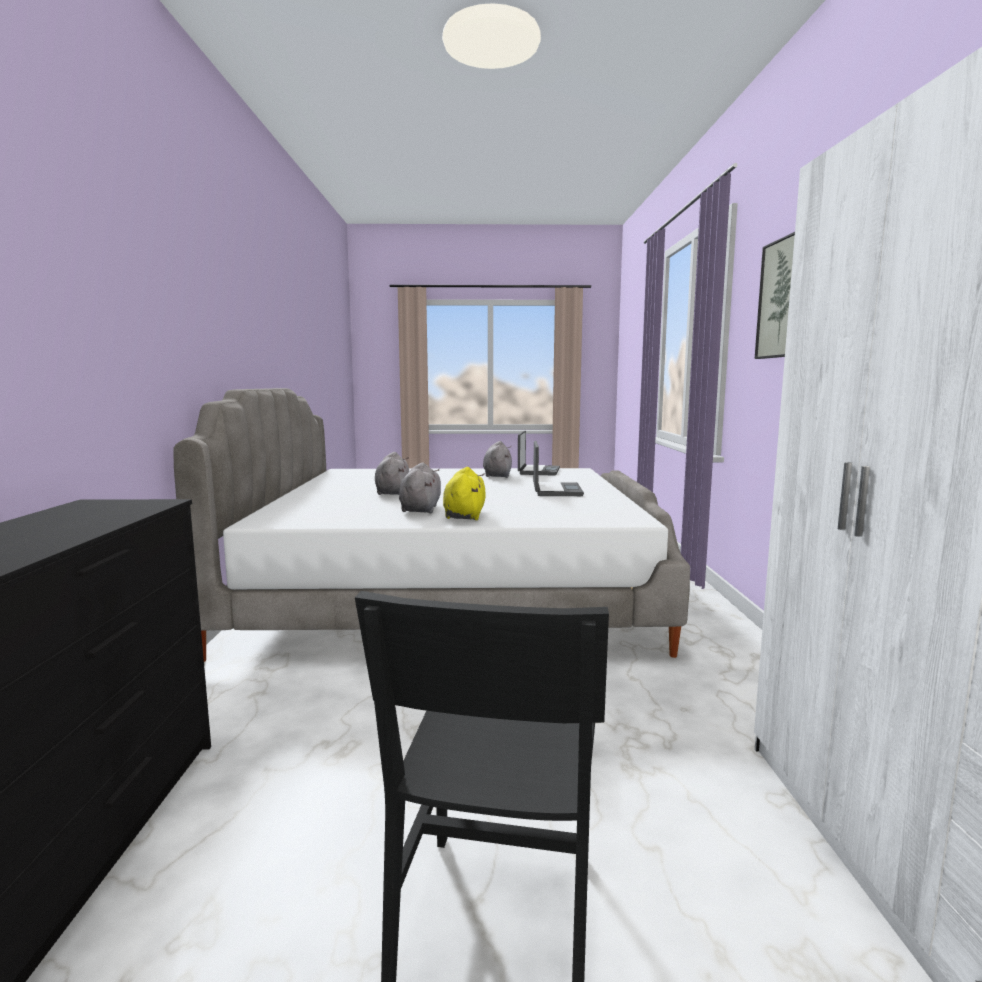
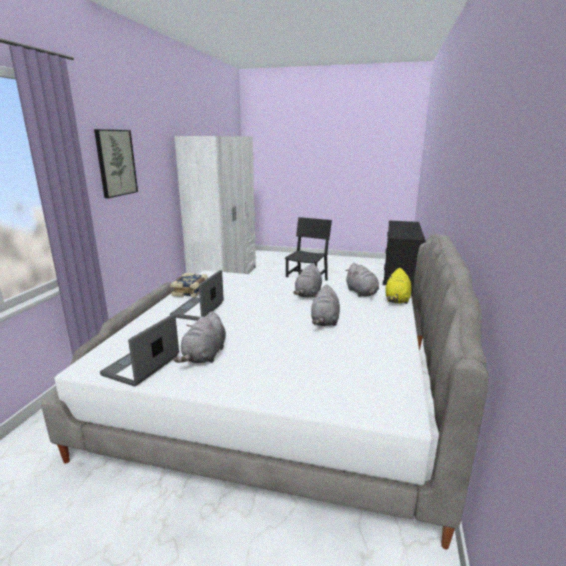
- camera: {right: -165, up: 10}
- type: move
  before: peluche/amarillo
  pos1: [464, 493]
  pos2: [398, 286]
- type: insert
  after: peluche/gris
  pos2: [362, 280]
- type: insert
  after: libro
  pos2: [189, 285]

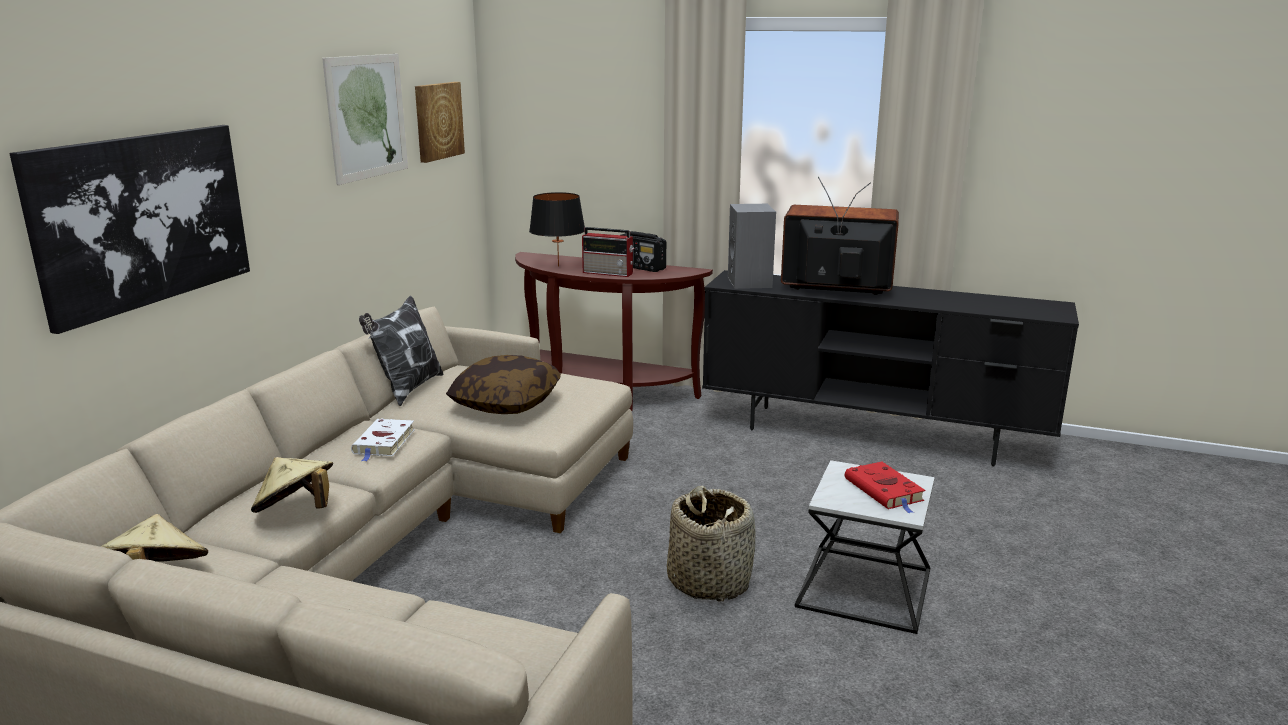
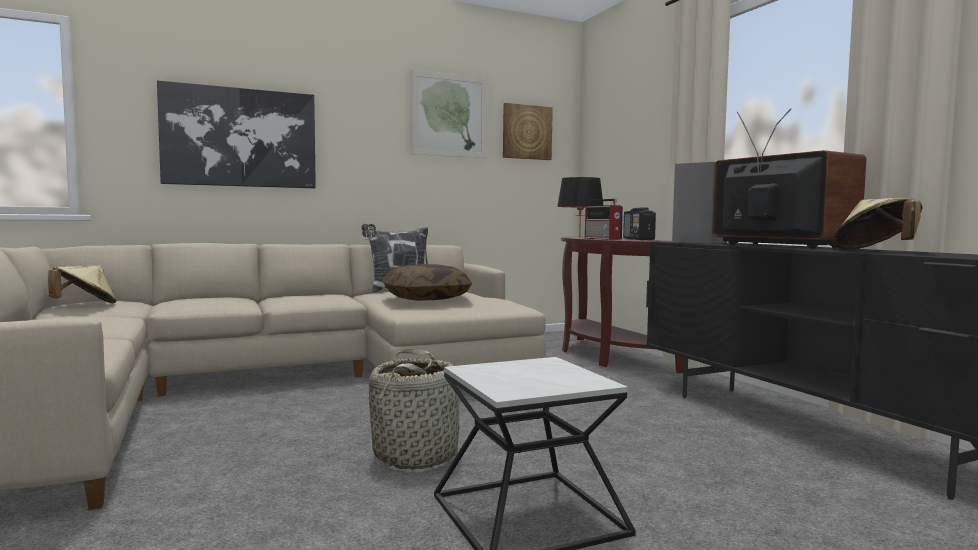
- camera: {right: 45, up: -15}
- type: delete
  before: libro/blanco
  pos1: [383, 440]
- type: move
  before: sombrero/beis
  pos1: [292, 485]
  pos2: [877, 223]
- type: delete
  before: libro/rojo
  pos1: [885, 488]

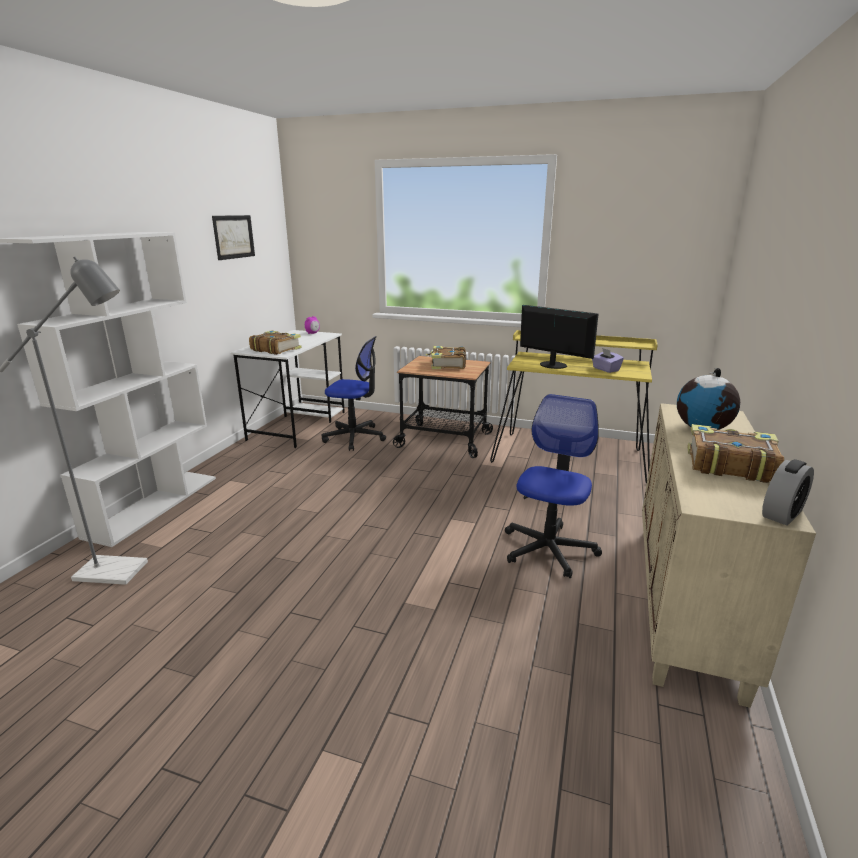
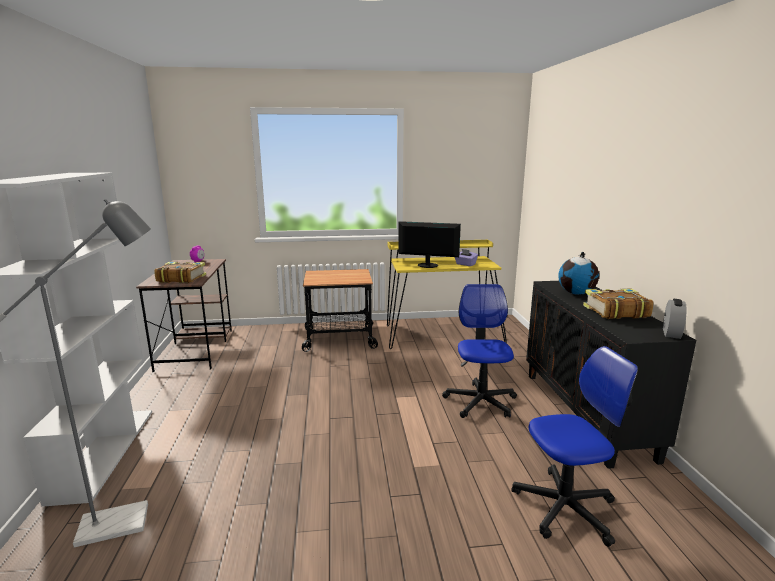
- camera: {right: -25, up: -5}
- type: delete
  before: cuadro
  pos1: [233, 237]
- type: recolor
  before: escritorio/blanco
  after: escritorio/marrón
  pos1: [288, 389]
  pos2: [184, 315]
- type: move
  before: silla de oficina
  pos1: [354, 393]
  pos2: [574, 446]
- type: delete
  before: libro
  pos1: [445, 357]
- type: recolor
  before: armario/beis
  after: armario/negro
  pos1: [729, 555]
  pos2: [611, 375]

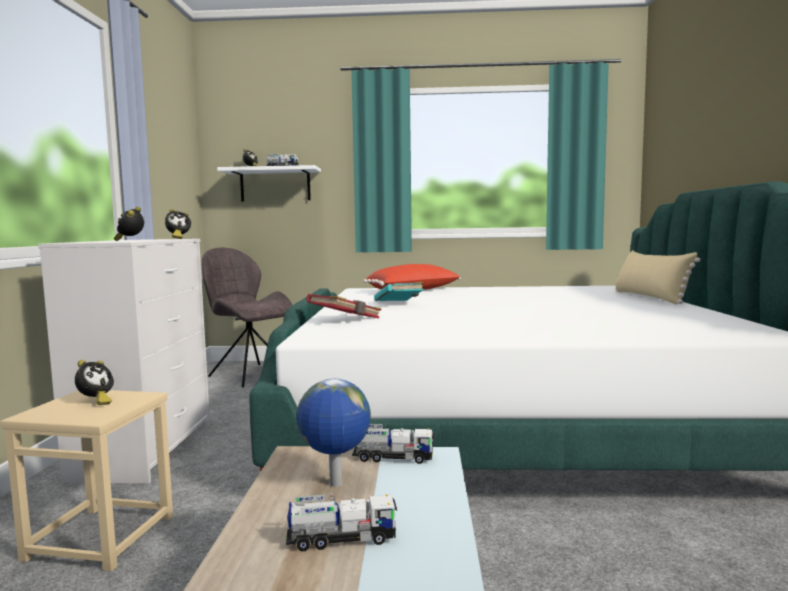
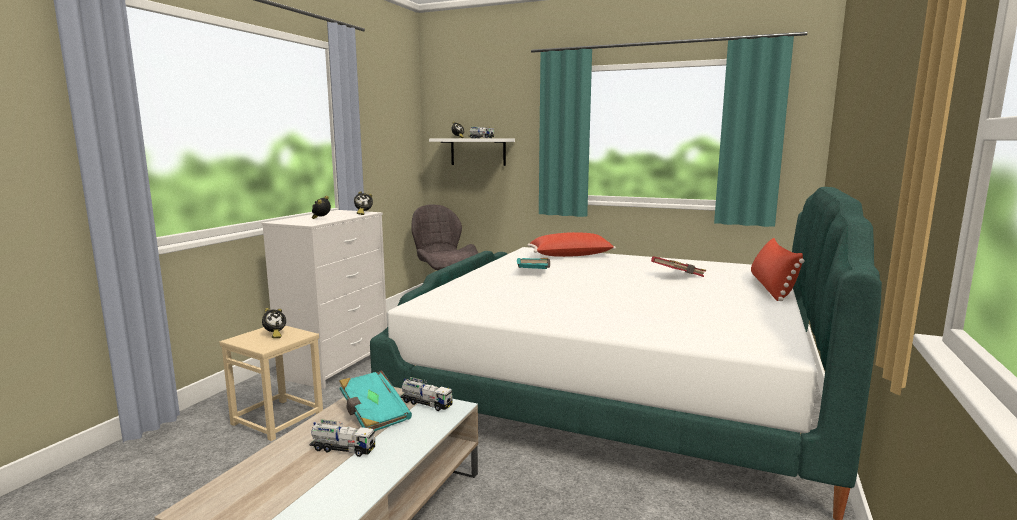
- camera: {right: 20, up: 5}
- type: recolor
  before: cojín/beis
  after: cojín/rojo
  pos1: [657, 277]
  pos2: [778, 269]
- type: move
  before: libro/rojo
  pos1: [344, 306]
  pos2: [678, 266]
- type: replace
  before: globo terráqueo
  after: libro/turquesa
  pos1: [334, 433]
  pos2: [375, 400]

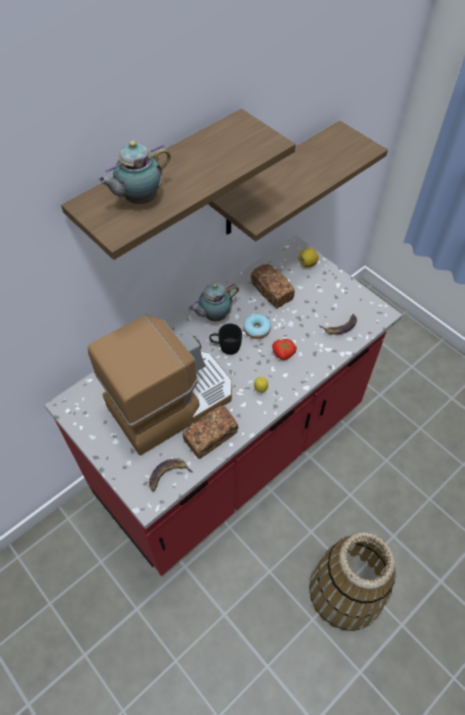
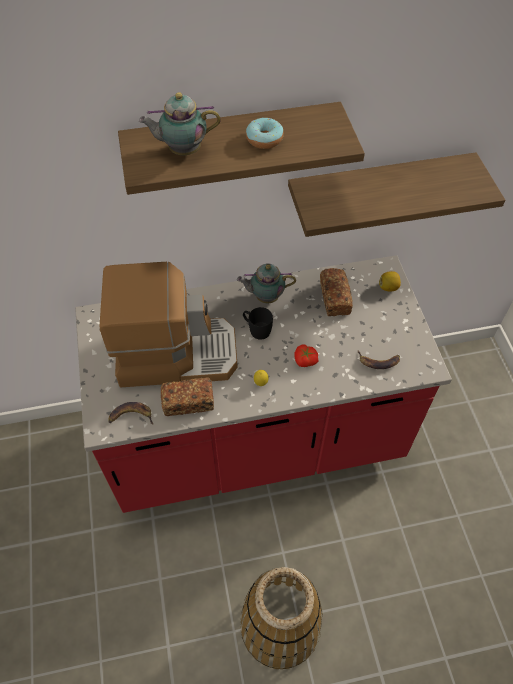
- camera: {right: 30, up: 0}
- type: move
  before: rosquilla
  pos1: [257, 326]
  pos2: [265, 133]

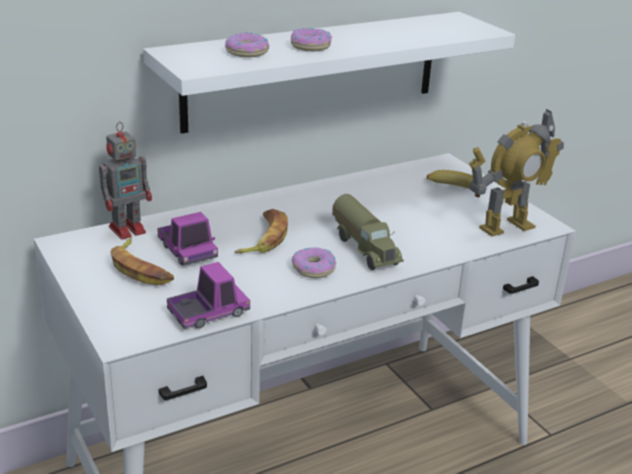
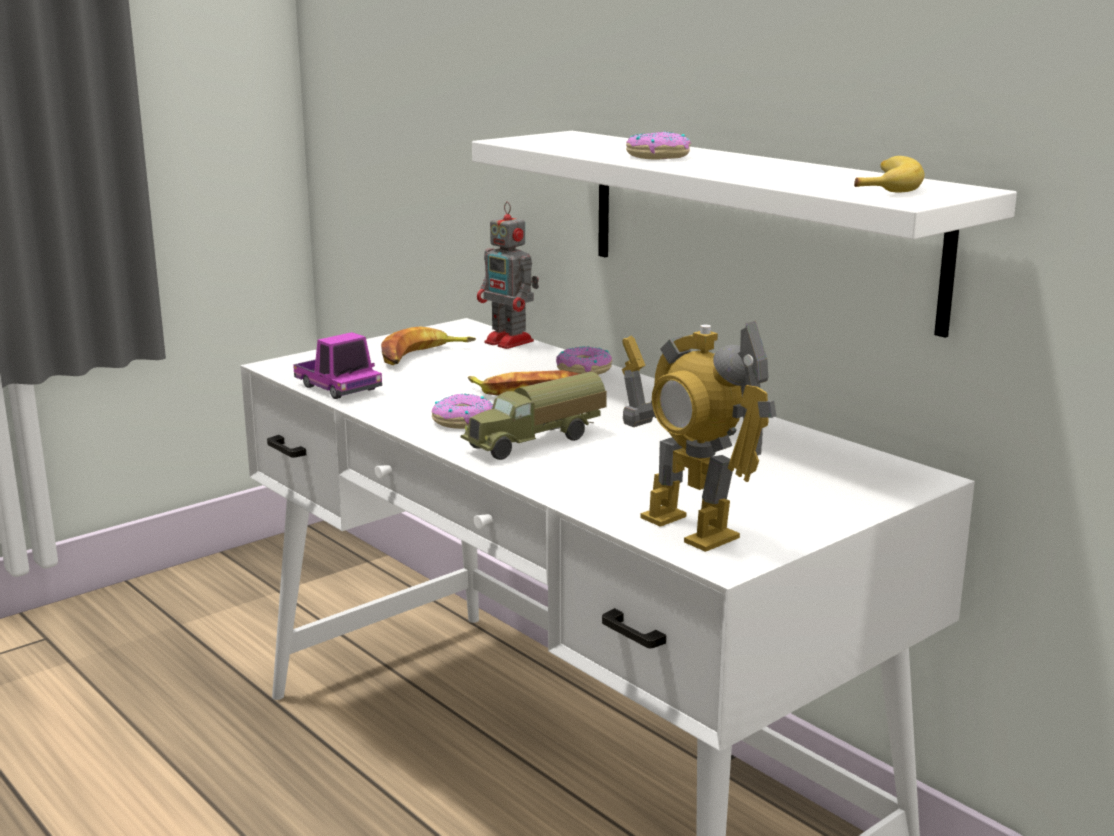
- camera: {right: 80, up: -10}
- type: move
  before: rosquilla
  pos1: [247, 45]
  pos2: [584, 360]
- type: move
  before: plátano
  pos1: [453, 183]
  pos2: [889, 174]
- type: delete
  before: camión de juguete
  pos1: [187, 239]

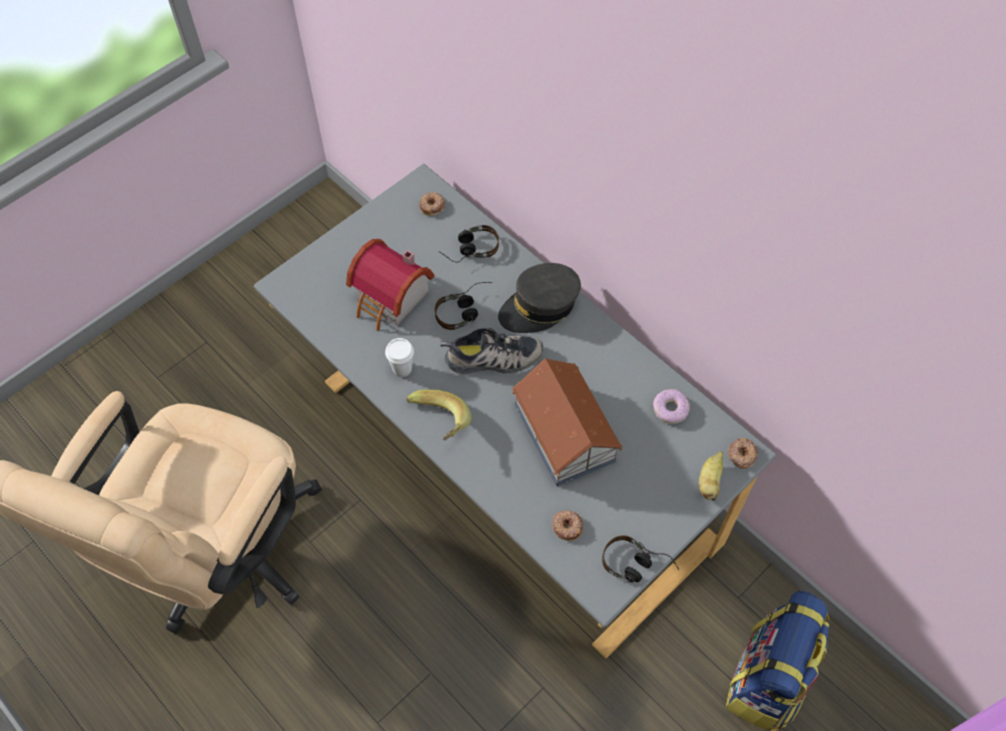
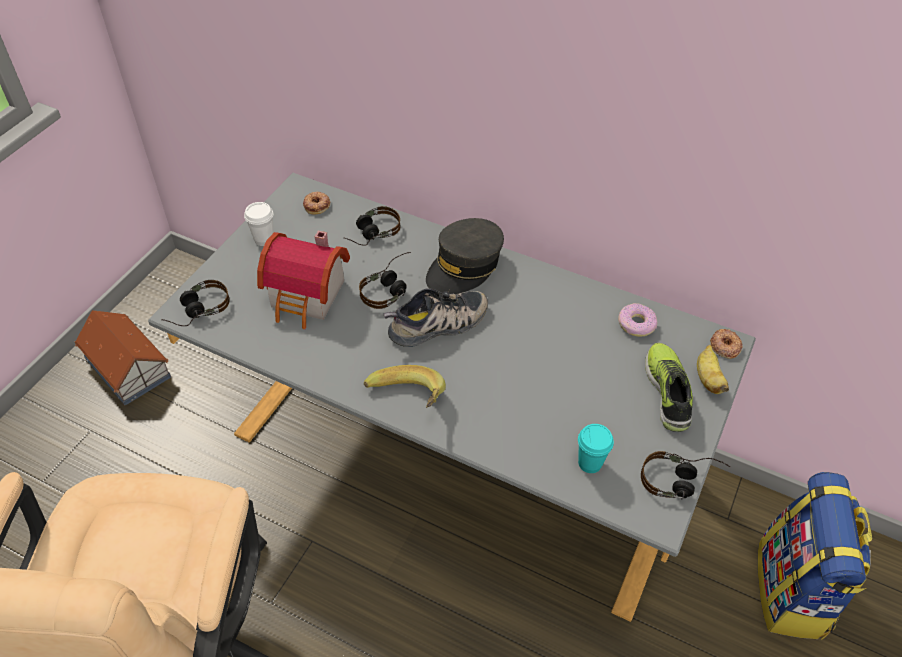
- camera: {right: -20, up: -10}
- type: move
  before: taza/blanco
  pos1: [399, 357]
  pos2: [258, 224]
- type: move
  before: casita
  pos1: [567, 422]
  pos2: [123, 357]
- type: replace
  before: rosquilla
  after: taza/turquesa
  pos1: [567, 525]
  pos2: [596, 448]
- type: insert
  after: auriculares
  pos2: [195, 303]
- type: insert
  after: zapato
  pos2: [669, 387]

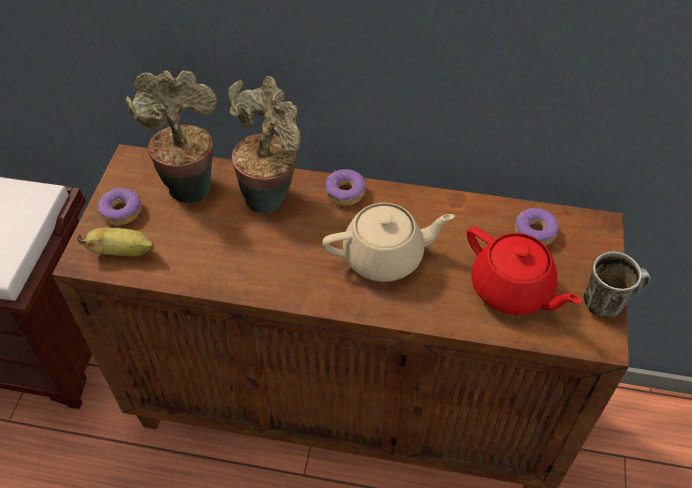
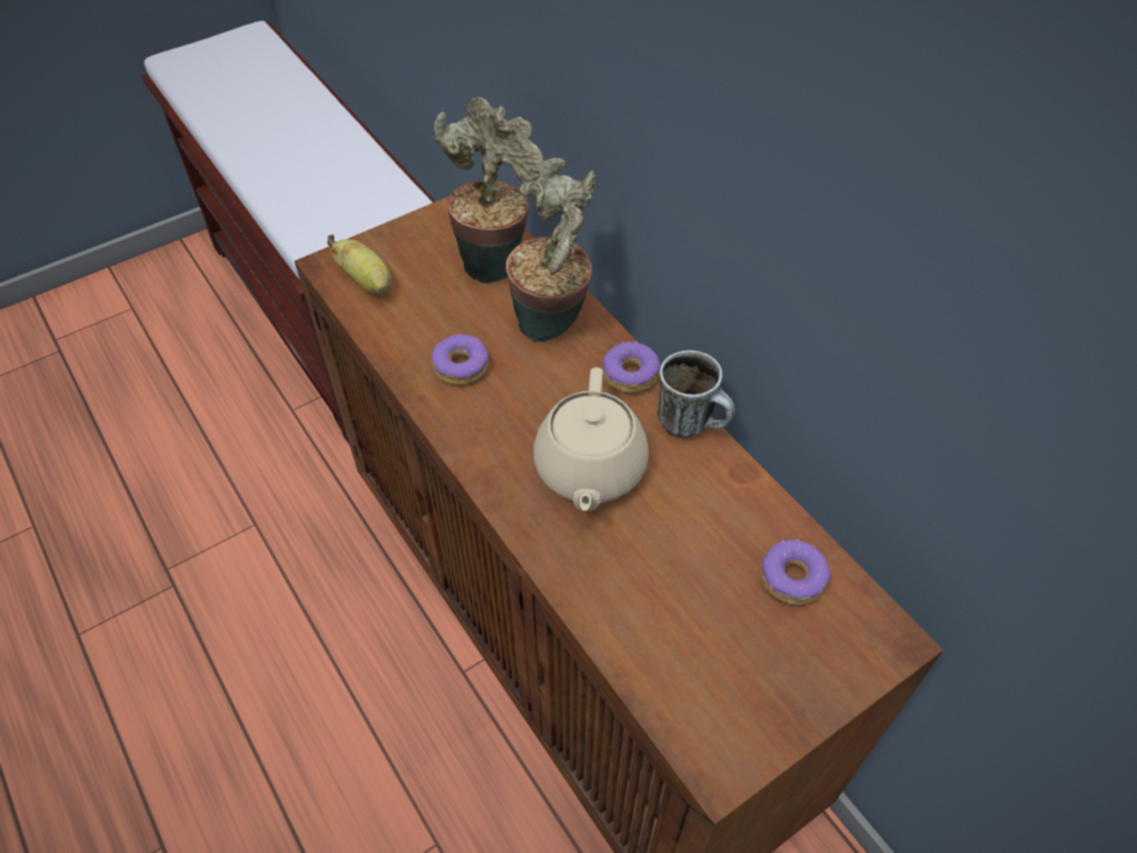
- camera: {right: 45, up: 0}
- type: move
  before: rosquilla
  pos1: [119, 207]
  pos2: [460, 359]
- type: rotate
  before: tetera/beis
  pos1: [388, 242]
  pos2: [591, 439]
  turn: 60
- type: delete
  before: tetera/rojo
  pos1: [524, 271]
- type: move
  before: taza grande
  pos1: [617, 285]
  pos2: [696, 394]

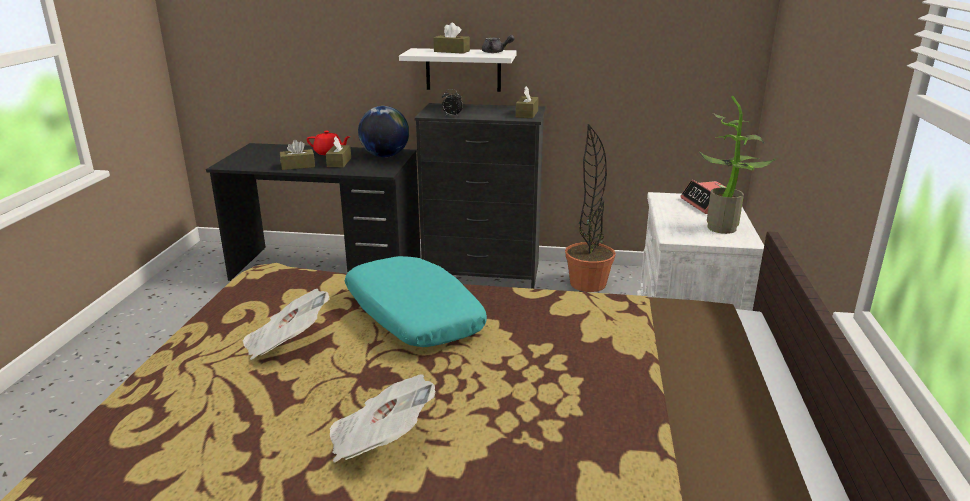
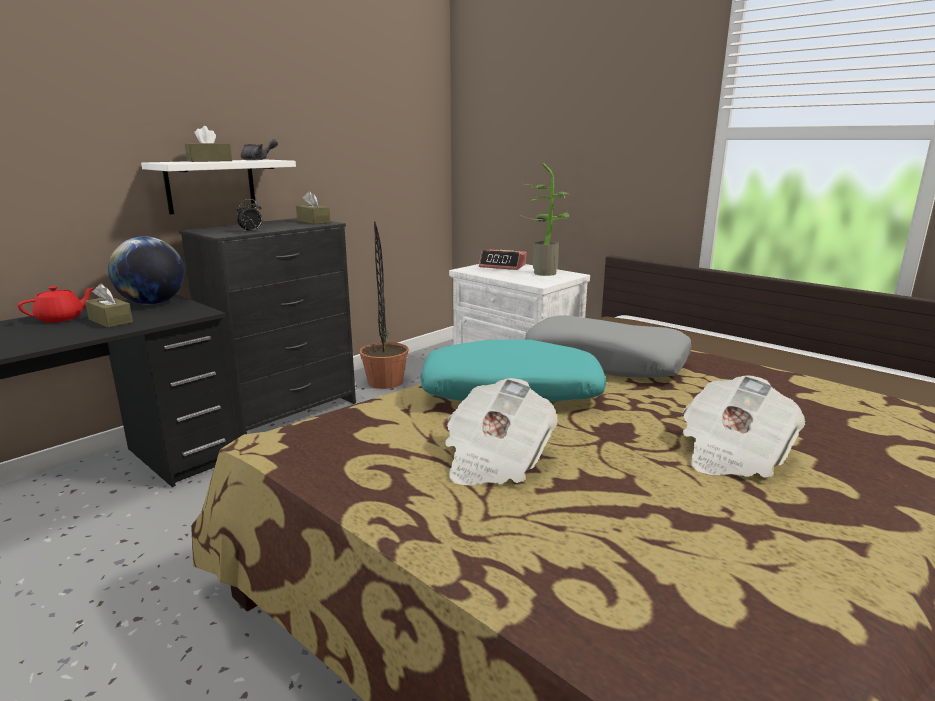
- camera: {right: -55, up: -5}
- type: delete
  before: caja de pañuelos/marrón
  pos1: [297, 155]
- type: insert
  after: cojín/gris
  pos2: [608, 346]

